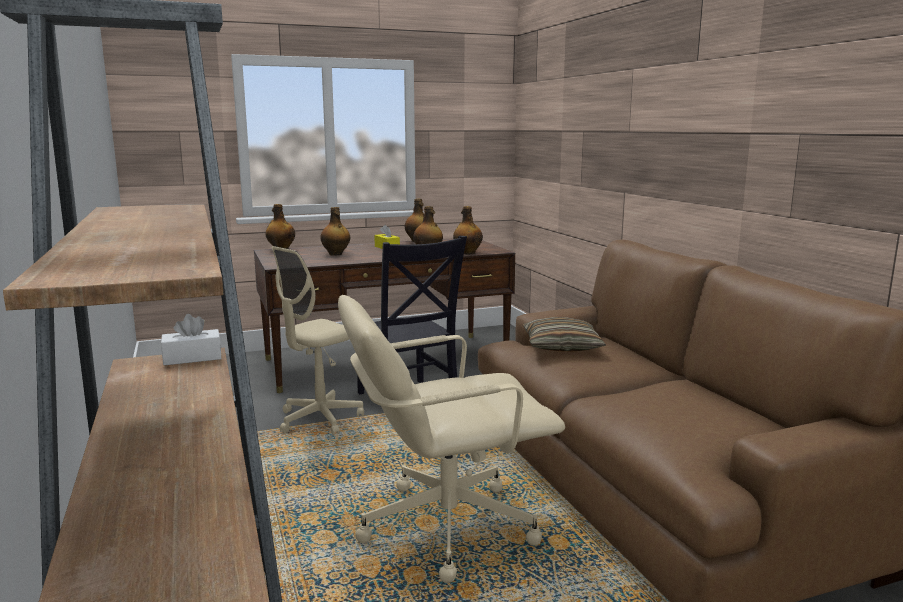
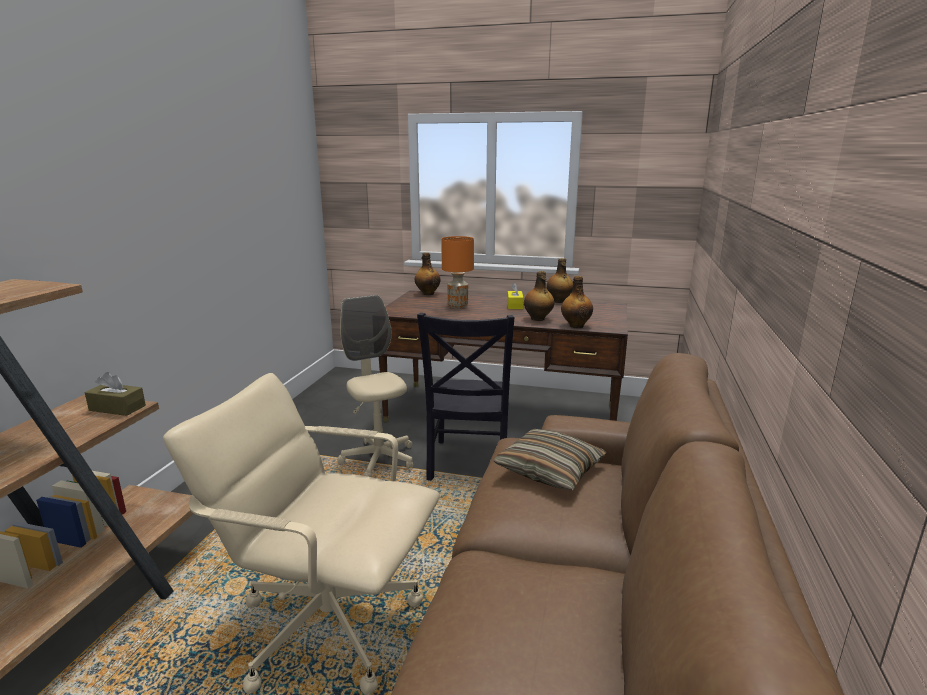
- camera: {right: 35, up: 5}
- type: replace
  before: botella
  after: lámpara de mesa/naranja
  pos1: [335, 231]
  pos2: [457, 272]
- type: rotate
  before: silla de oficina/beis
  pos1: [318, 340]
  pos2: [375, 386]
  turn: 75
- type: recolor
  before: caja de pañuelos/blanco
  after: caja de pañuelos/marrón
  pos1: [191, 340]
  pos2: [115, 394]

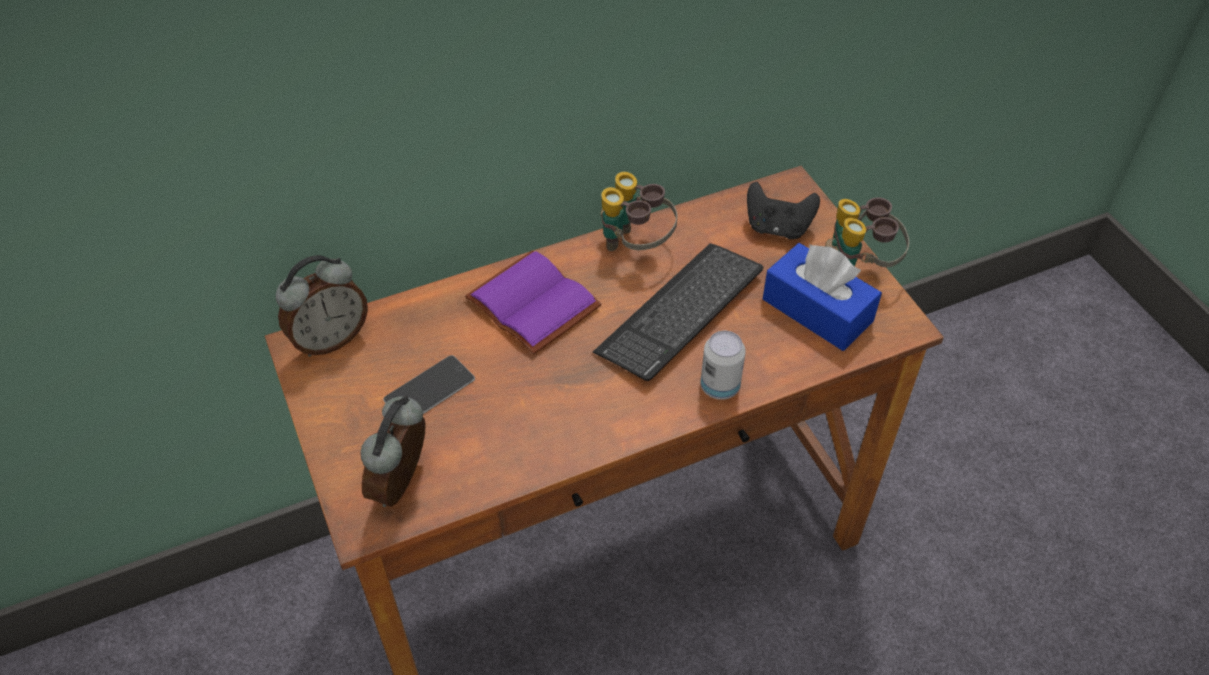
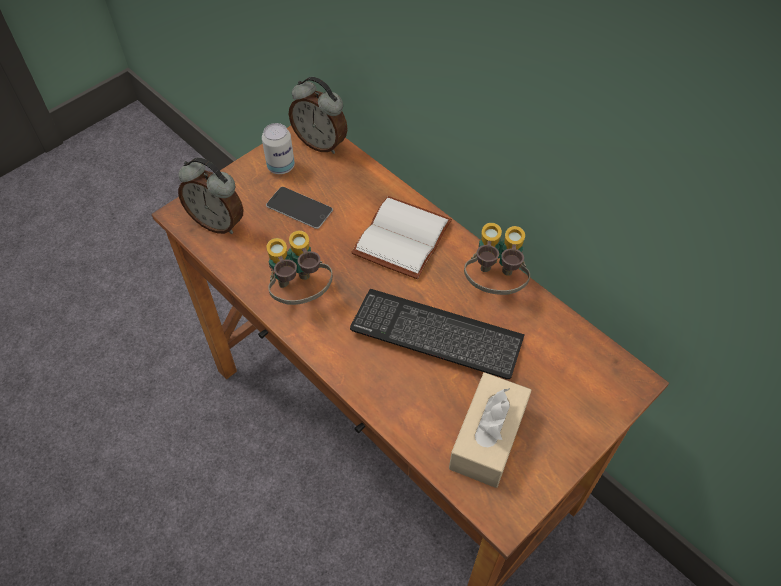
- camera: {right: 70, up: 5}
- type: delete
  before: mando de consola/negro
  pos1: [783, 210]
- type: move
  before: prismáticos
  pos1: [867, 232]
  pos2: [299, 268]
- type: recolor
  before: caja de pañuelos/azul
  after: caja de pañuelos/beis
  pos1: [822, 297]
  pos2: [490, 430]
- type: recolor
  before: libro/morado
  after: libro/blanco
  pos1: [533, 302]
  pos2: [401, 237]
- type: move
  before: lata
  pos1: [723, 365]
  pos2: [278, 148]
- type: rotate
  before: despertador
  pos1: [393, 451]
  pos2: [210, 195]
  turn: -150

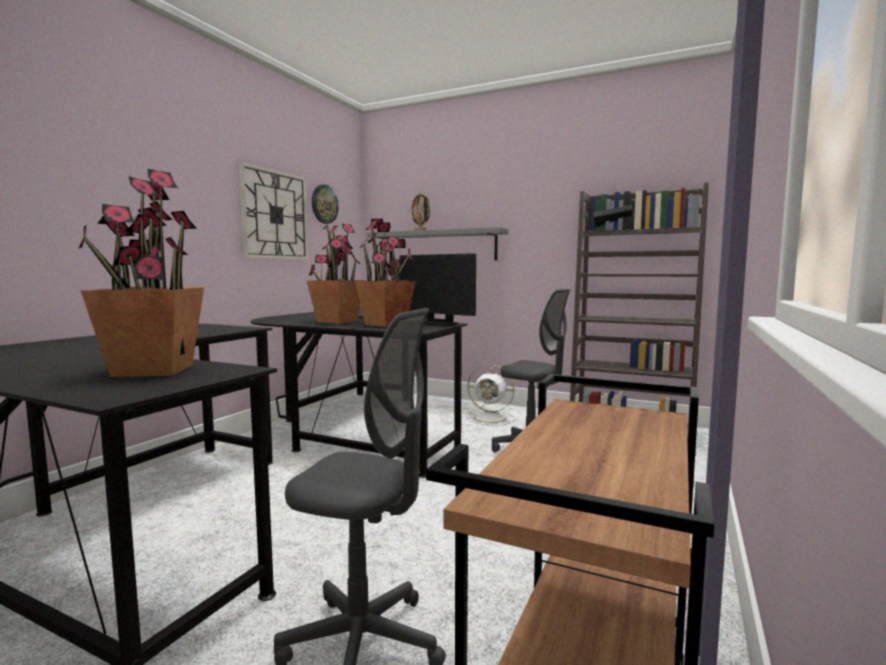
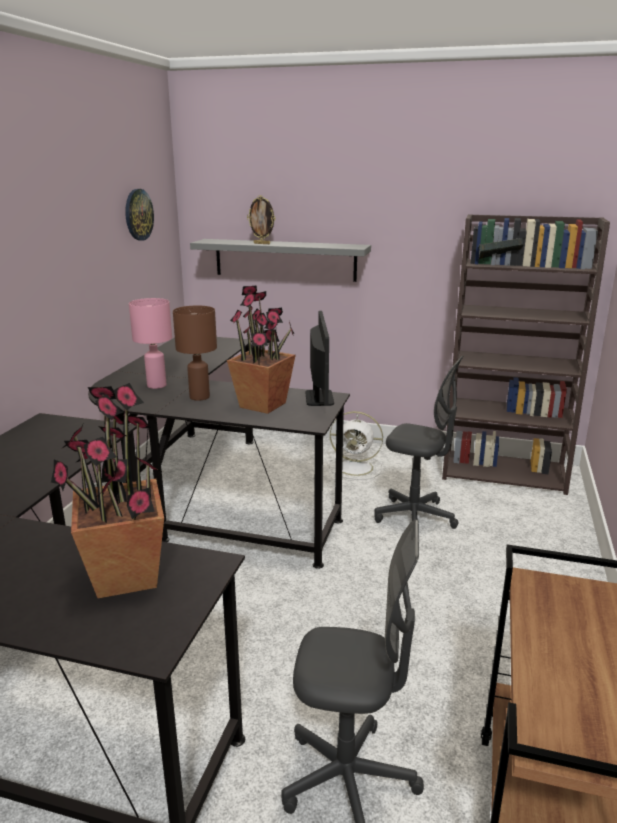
- camera: {right: -10, up: 15}
- type: delete
  before: reloj de pared
  pos1: [274, 211]
- type: replace
  before: planta en maceta
  after: lámpara de mesa/marrón
  pos1: [335, 272]
  pos2: [195, 353]
- type: rotate
  before: monitor
  pos1: [438, 289]
  pos2: [319, 358]
  turn: -120
- type: insert
  after: lámpara de mesa/rosa
  pos2: [150, 343]

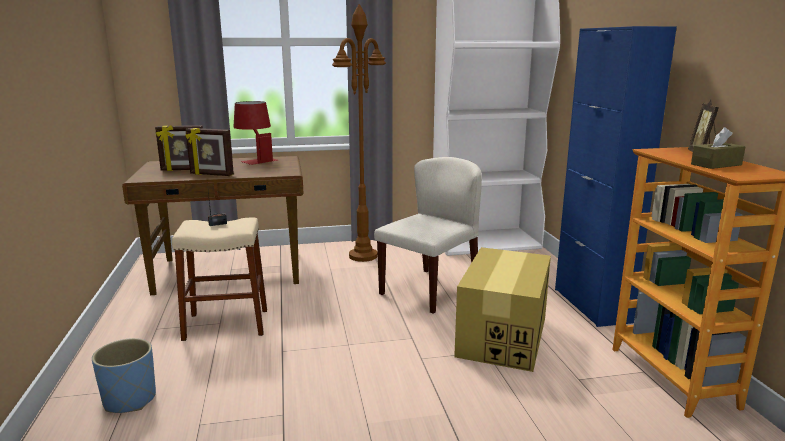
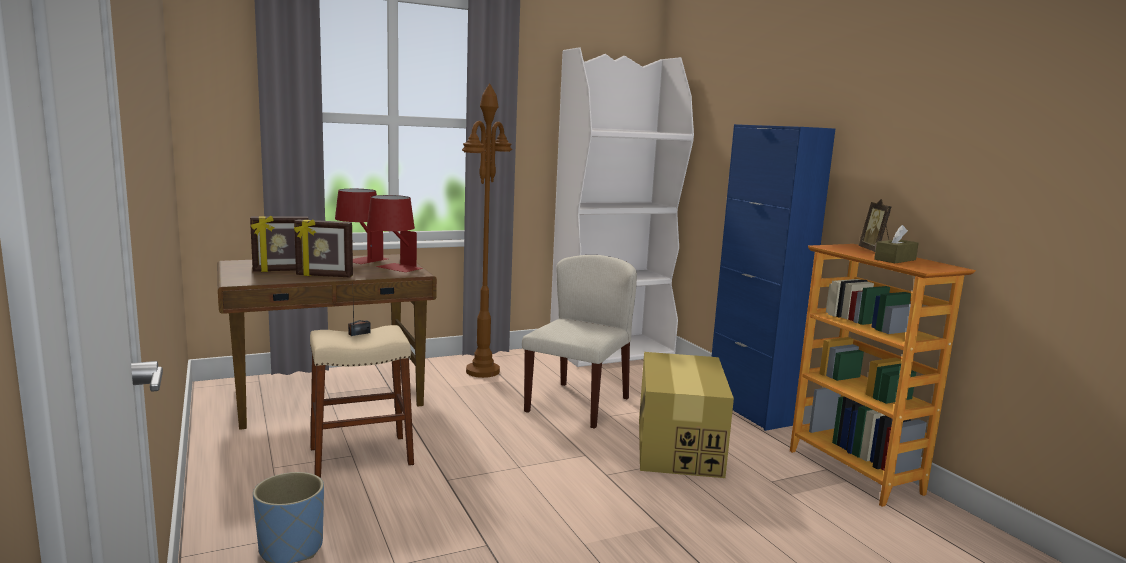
- camera: {right: -15, up: -5}
- type: insert
  after: lámpara de mesa/rojo
  pos2: [395, 233]

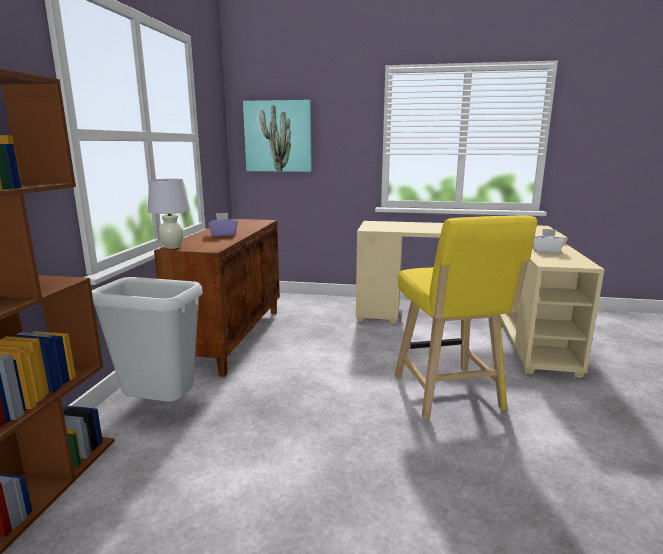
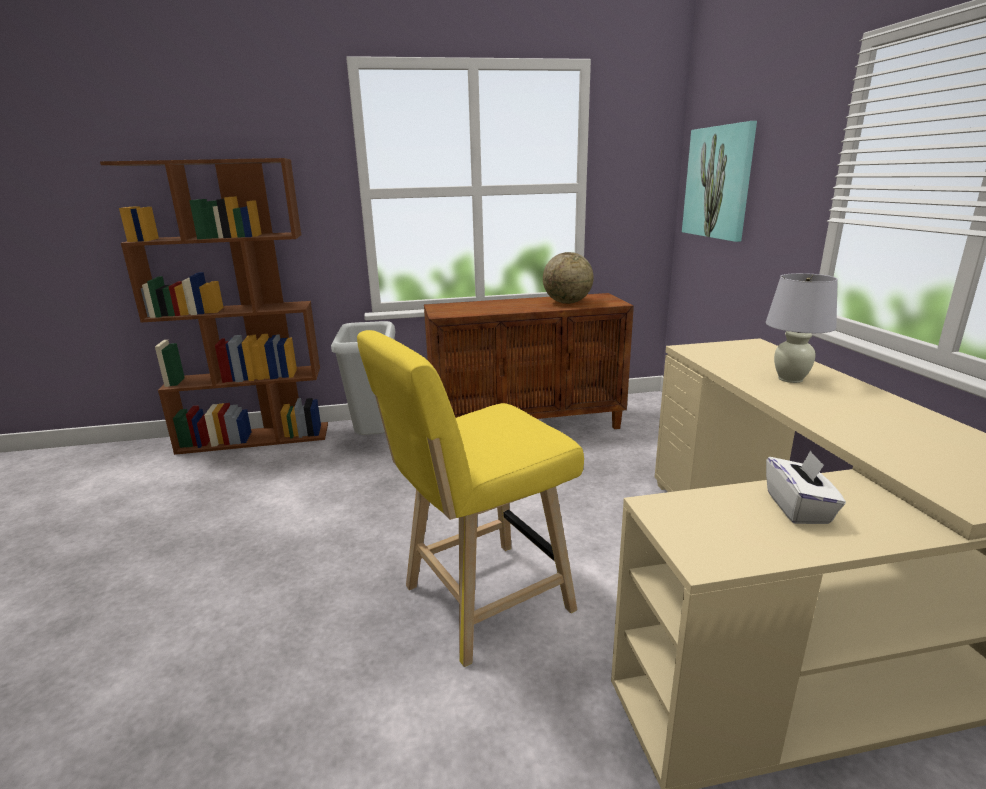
- camera: {right: 70, up: 5}
- type: move
  before: lámpara de mesa/blanco
  pos1: [169, 214]
  pos2: [802, 328]
- type: delete
  before: caja de pañuelos/morado
  pos1: [223, 225]
- type: insert
  after: globo terráqueo
  pos2: [568, 278]

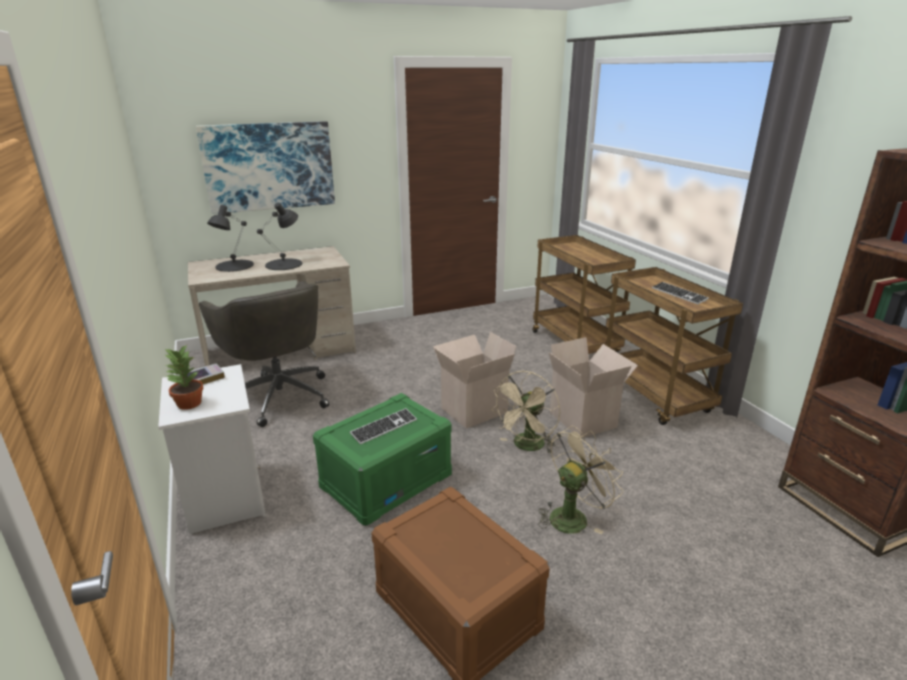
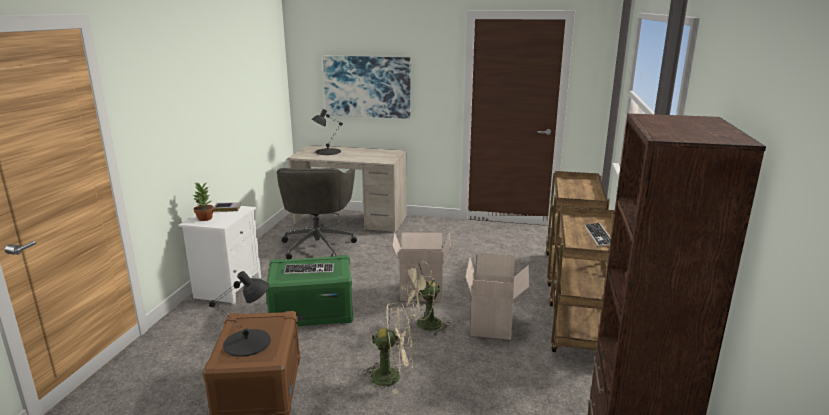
- camera: {right: 35, up: -5}
- type: move
  before: lámpara de mesa/negro
  pos1: [279, 236]
  pos2: [240, 314]

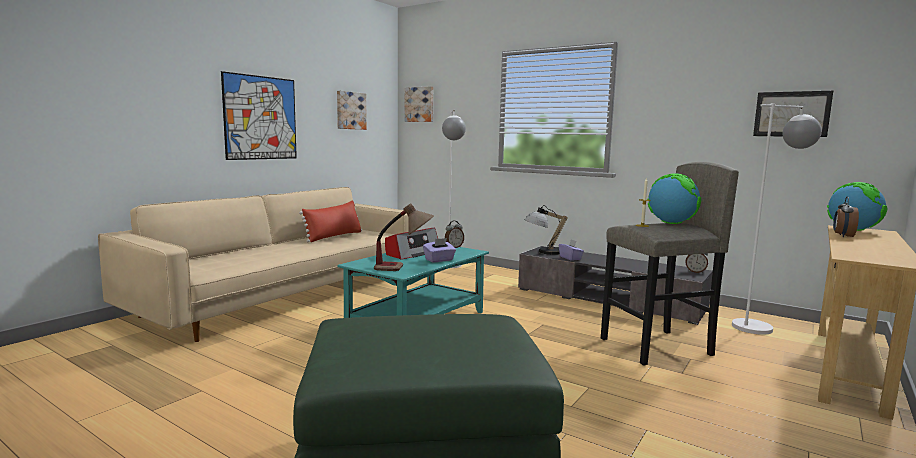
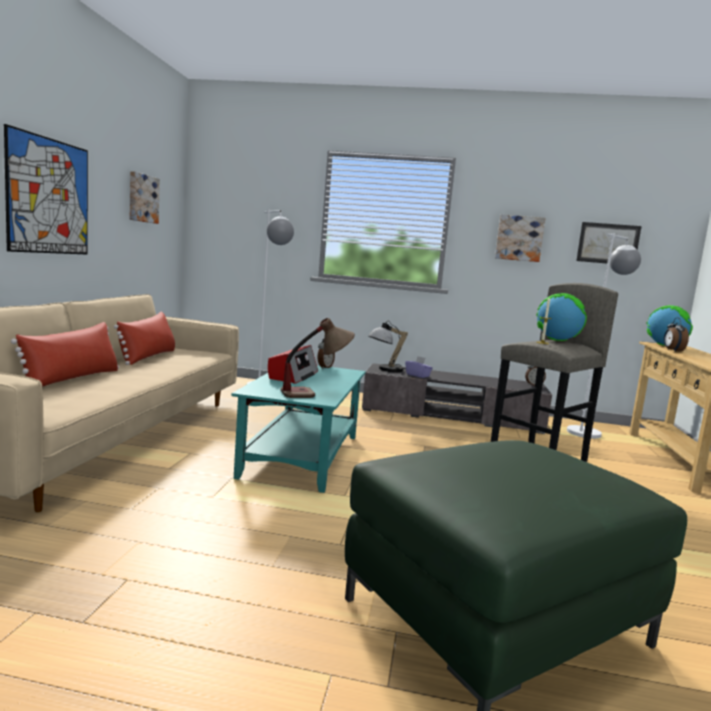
- camera: {right: -25, up: 0}
- type: move
  before: cuadro
  pos1: [419, 104]
  pos2: [520, 238]
- type: delete
  before: caja de pañuelos/morado
  pos1: [439, 250]
- type: insert
  after: cojín/rojo
  pos2: [65, 354]

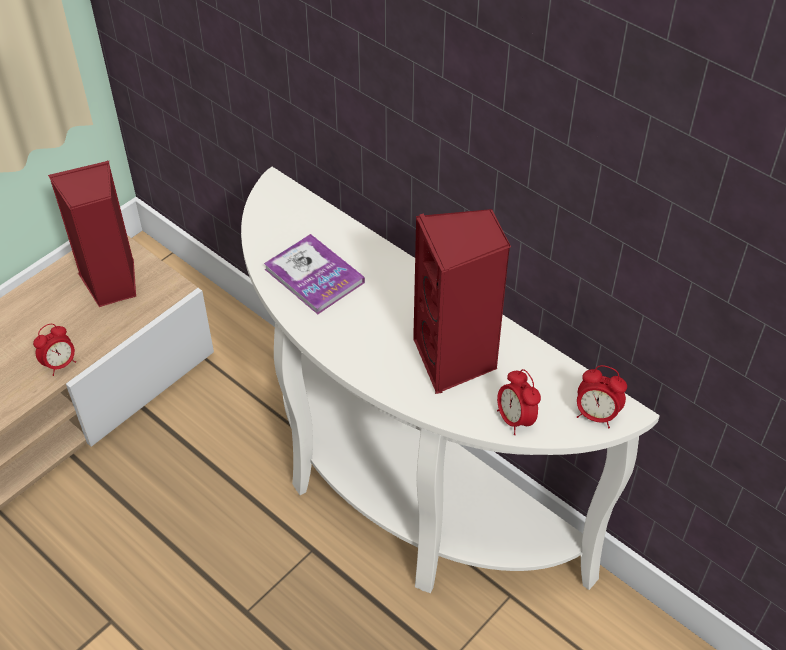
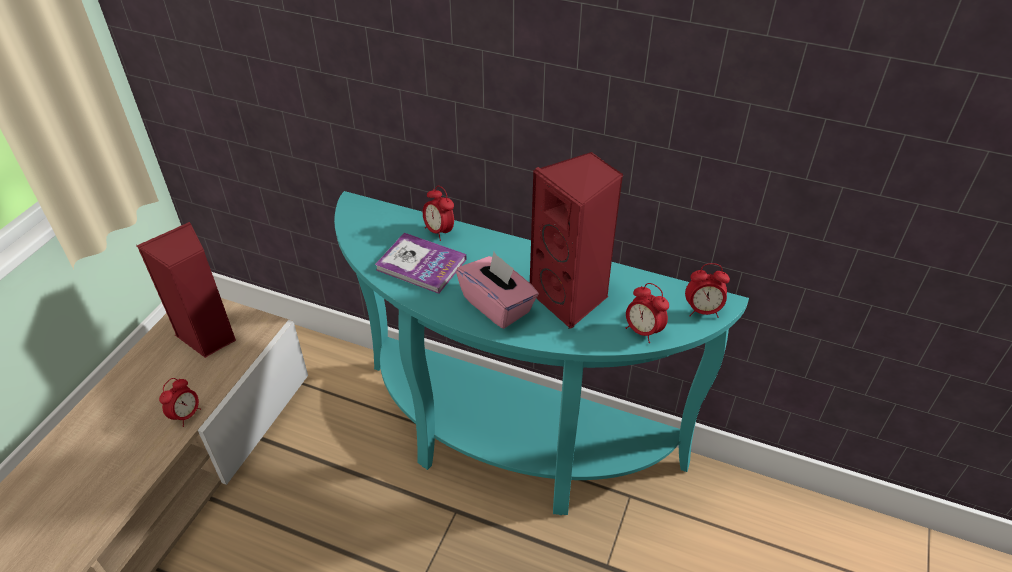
- camera: {right: -20, up: -5}
- type: recolor
  before: mesa consola/blanco
  after: mesa consola/turquesa
  pos1: [450, 380]
  pos2: [541, 353]
- type: insert
  after: despertador
  pos2: [438, 213]
- type: insert
  after: caja de pañuelos/rosa
  pos2: [497, 290]

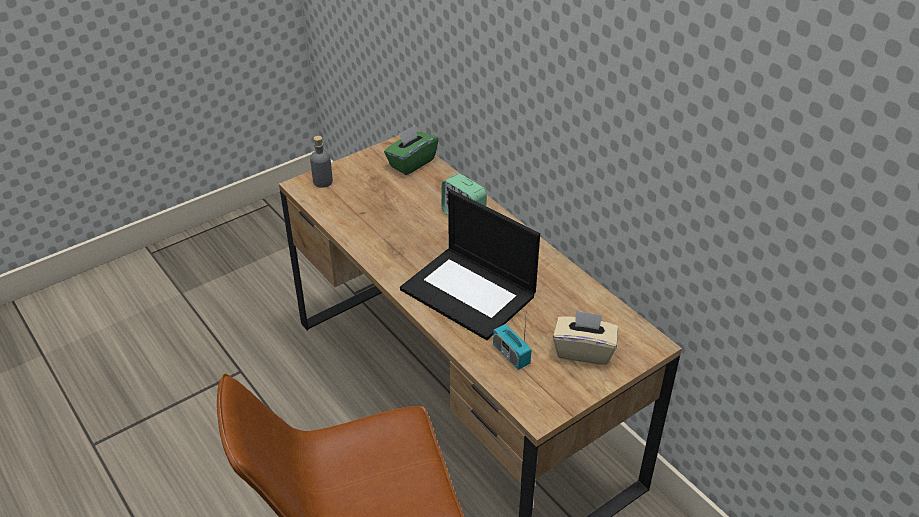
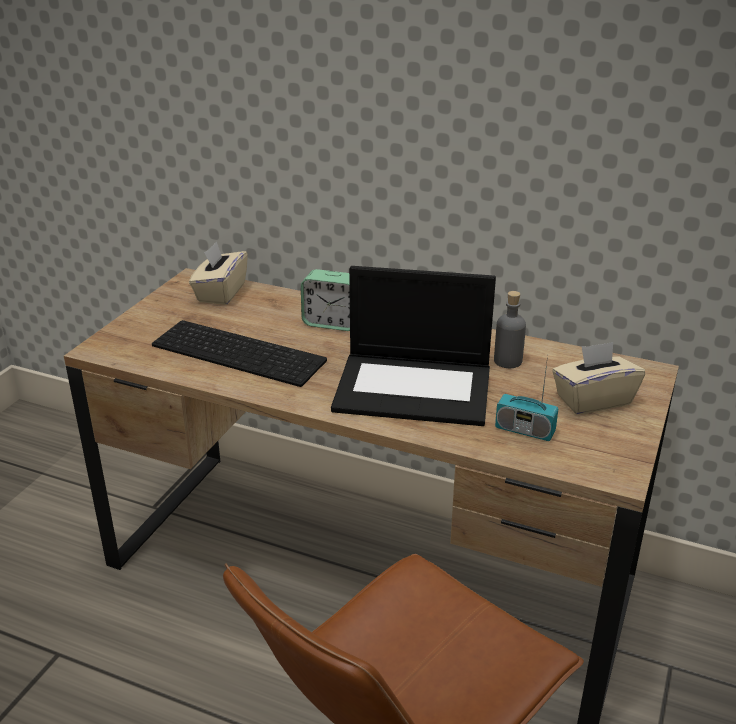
- camera: {right: -30, up: -10}
- type: recolor
  before: caja de pañuelos/verde
  after: caja de pañuelos/beis
  pos1: [411, 150]
  pos2: [218, 273]
- type: move
  before: botella/gris
  pos1: [321, 162]
  pos2: [510, 329]
- type: insert
  after: teclado
  pos2: [239, 353]

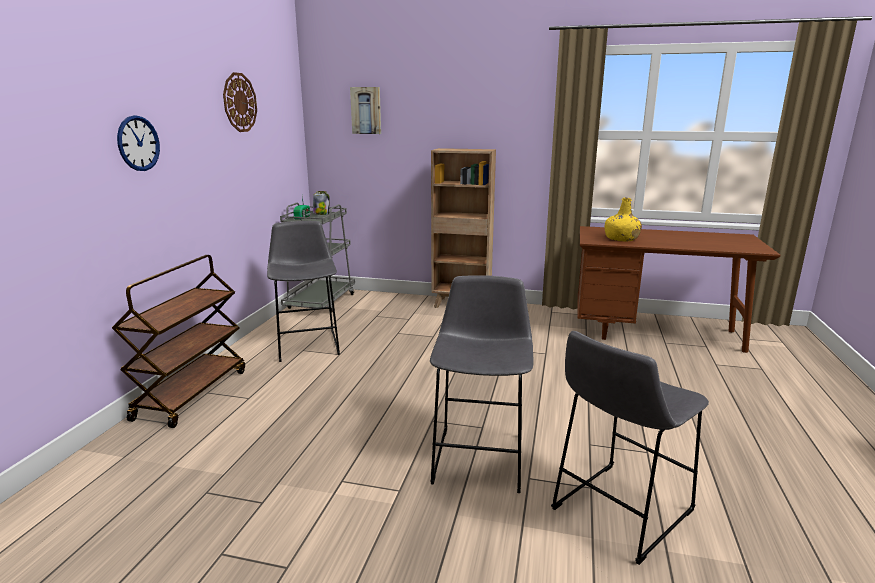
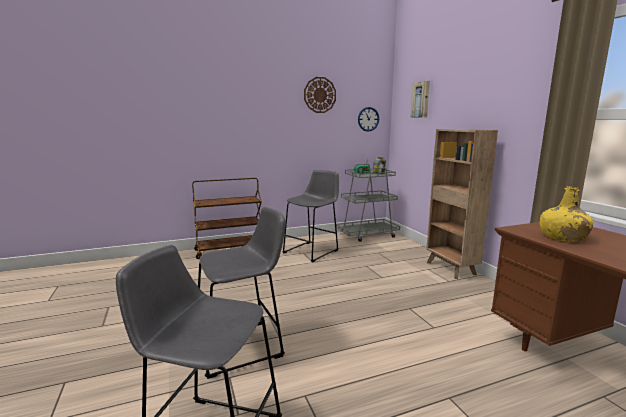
- camera: {right: 55, up: -5}
- type: move
  before: reloj de pared
  pos1: [138, 143]
  pos2: [368, 119]

